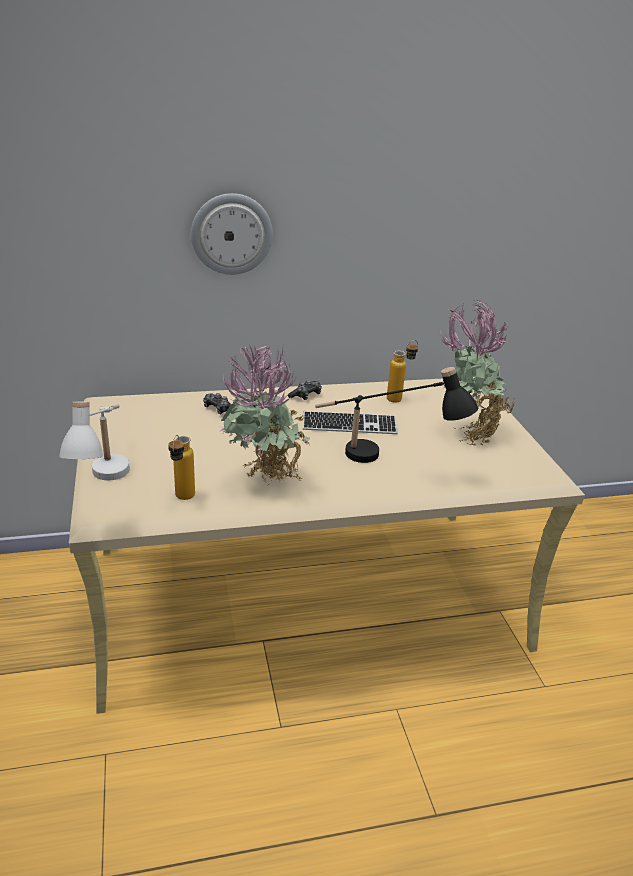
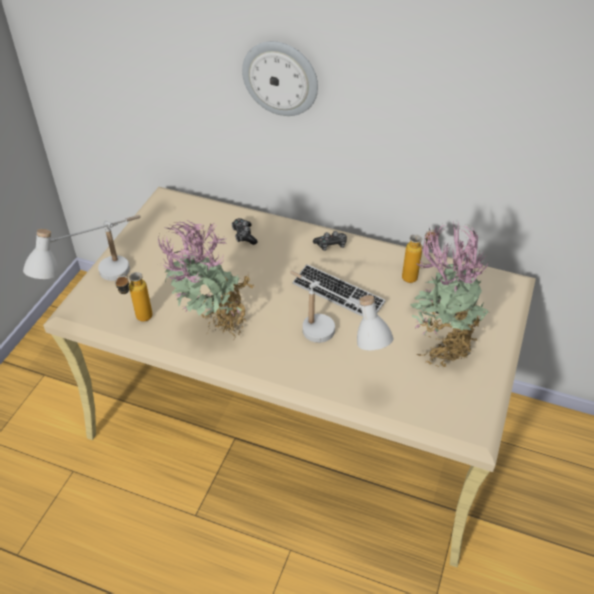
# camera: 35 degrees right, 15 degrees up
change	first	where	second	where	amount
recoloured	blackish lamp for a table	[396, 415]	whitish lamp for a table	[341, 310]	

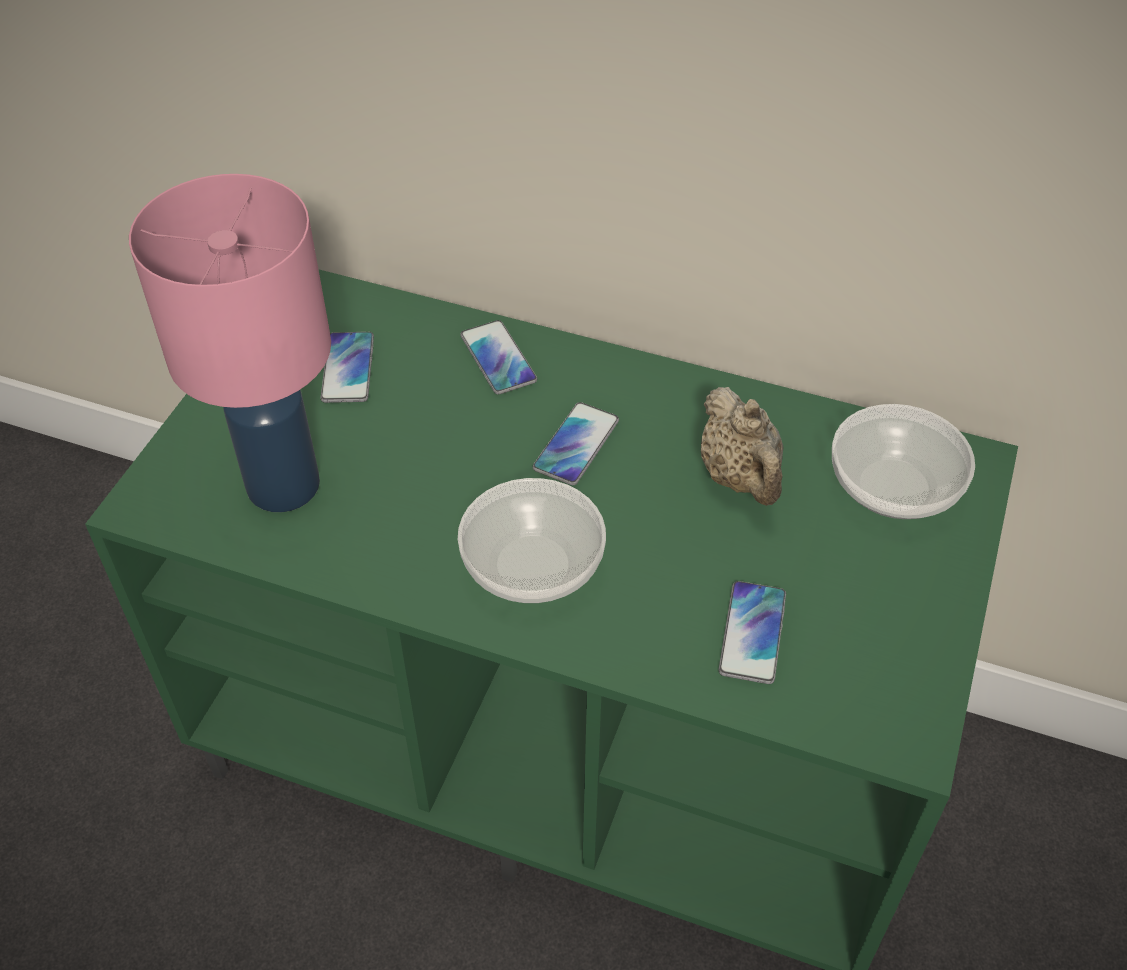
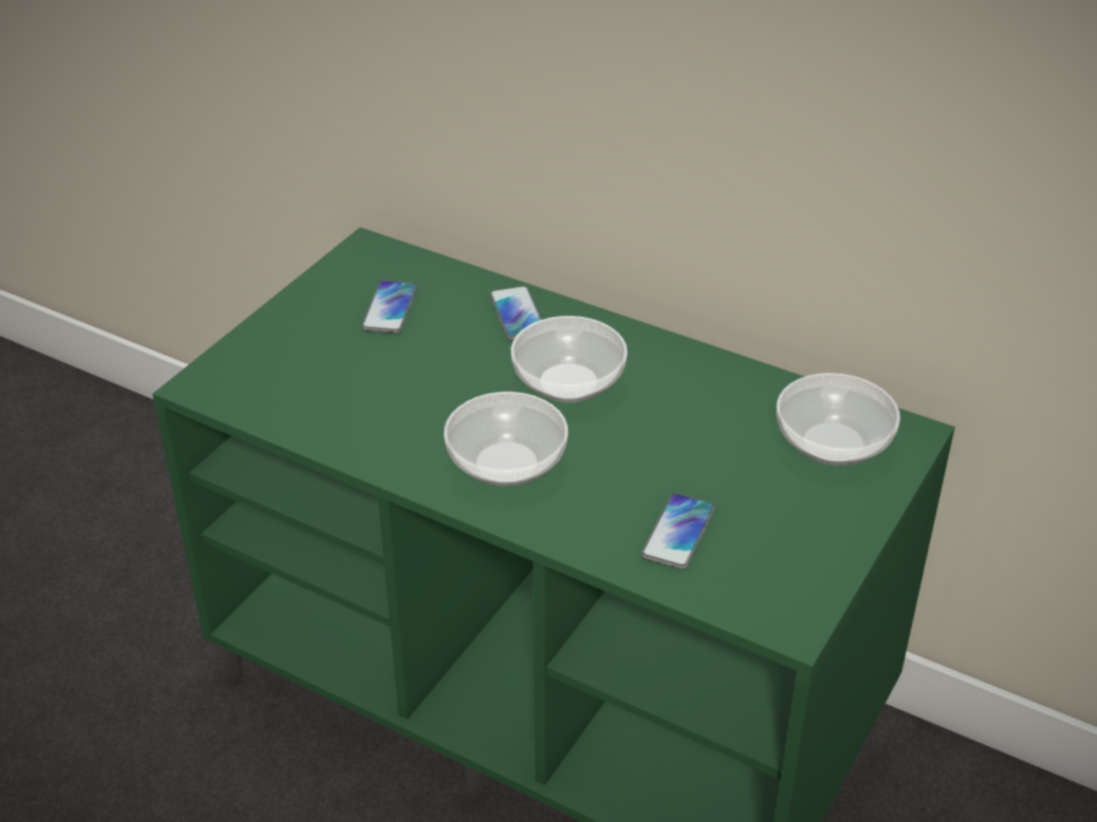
# camera: 10 degrees right, 10 degrees down
change	first	where	second	where	amount
replaced	telephone	[576, 443]	deep dish	[569, 359]	
removed	pink lamp for a table	[230, 343]			
removed	beige-coloured pot for tea	[742, 446]			

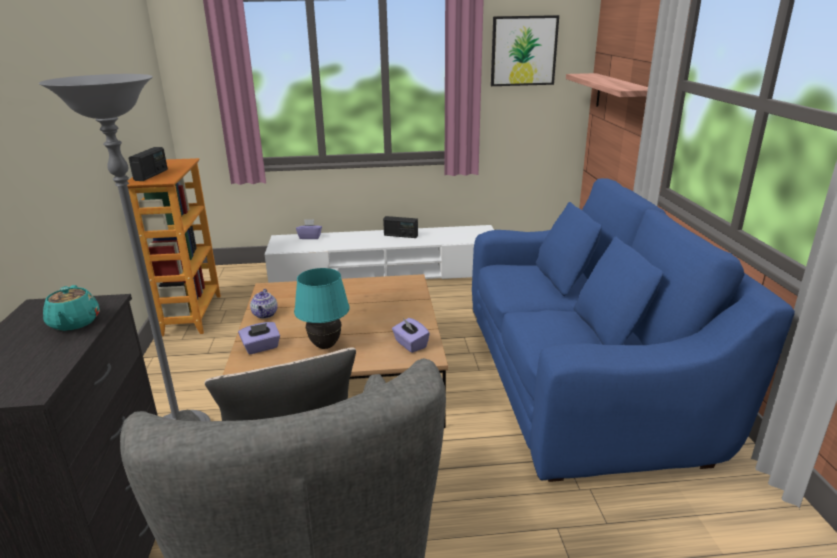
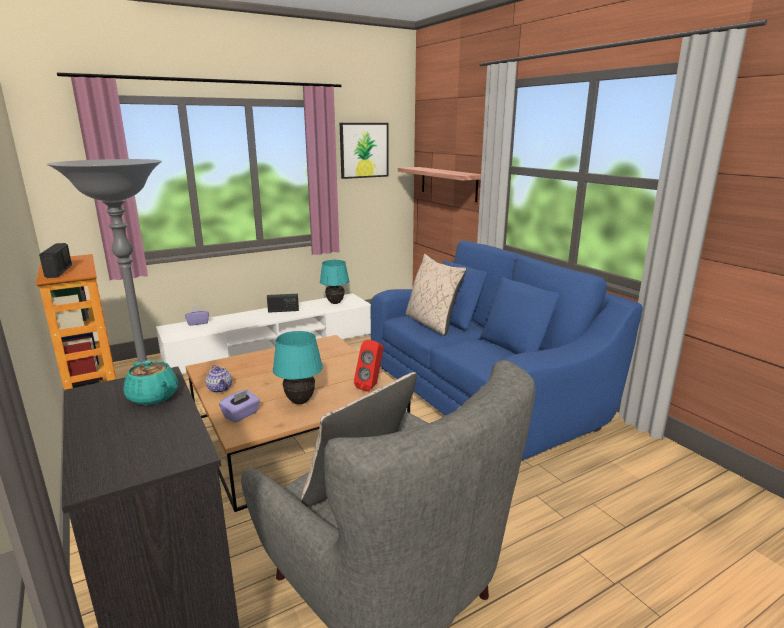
# camera: 25 degrees left, 5 degrees down
change	first	where	second	where	amount
added			turquoise-coloured lamp for a table	[334, 282]	
replaced	purple-coloured tissue holder	[411, 335]	red-coloured audio speaker	[369, 366]	
added			beige-coloured pillow	[436, 295]	

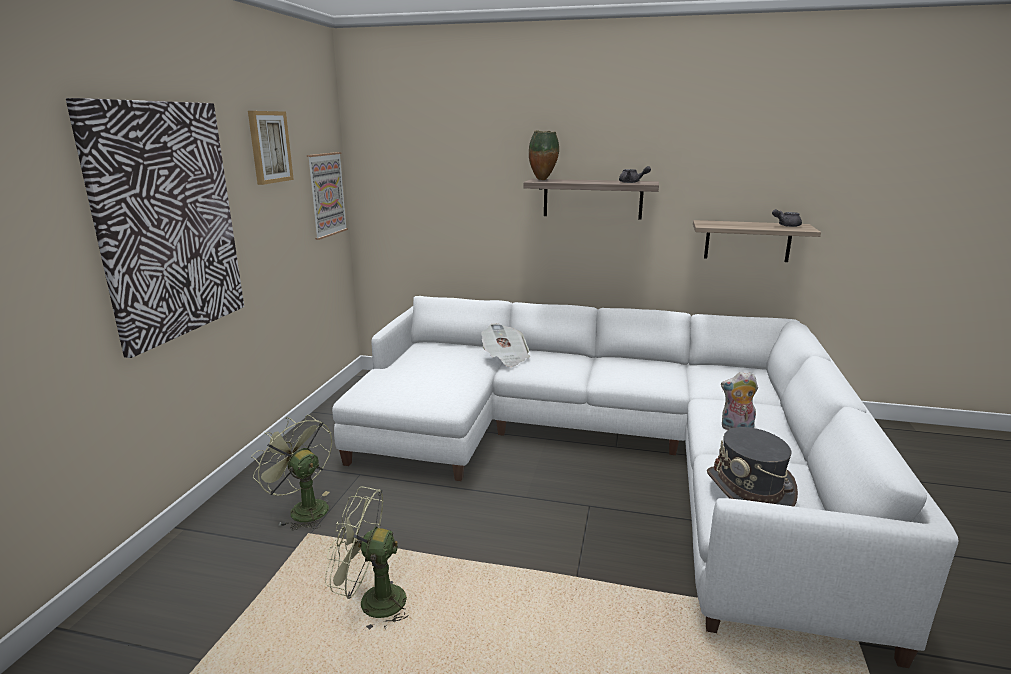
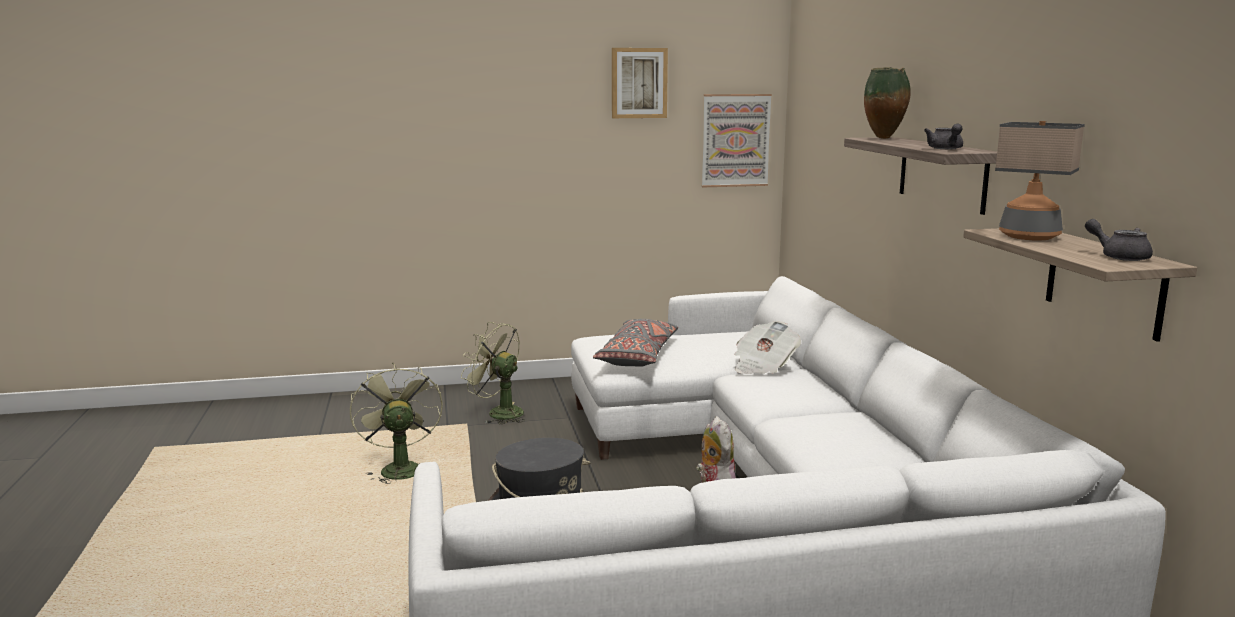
# camera: 65 degrees right, 5 degrees down
change	first	where	second	where	amount
turned	green-coloured electric fan	[291, 472]		[493, 373]	75 degrees counterclockwise
added			gray pillow	[635, 343]	
added			lamp for a table	[1040, 180]	
removed	wall picture	[155, 228]			

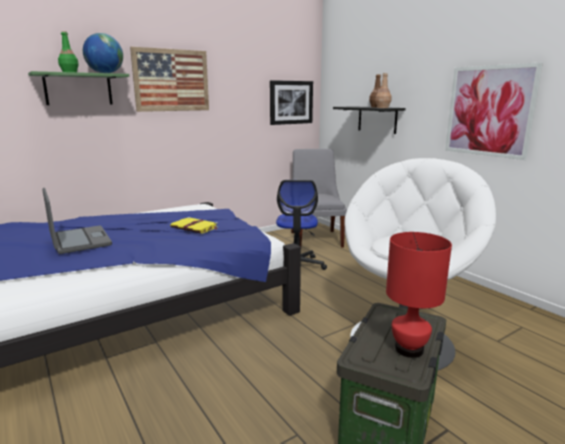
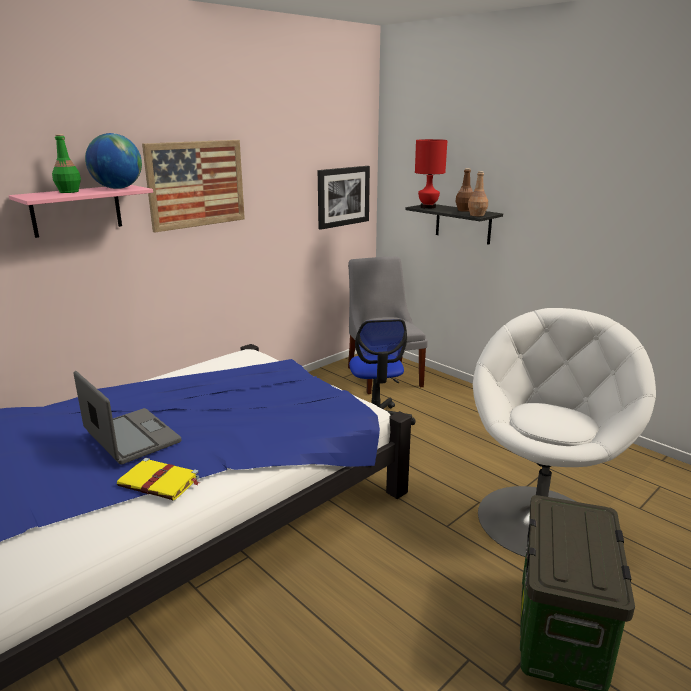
# camera: 10 degrees left, 5 degrees up
change	first	where	second	where	amount
recoloured	green-coloured bracket shelf	[78, 88]	pink bracket shelf	[81, 211]	
moved	yellow-coloured book	[194, 225]		[158, 479]	
moved	red-coloured lamp for a table	[419, 295]		[431, 174]	
removed	wall picture	[494, 111]			

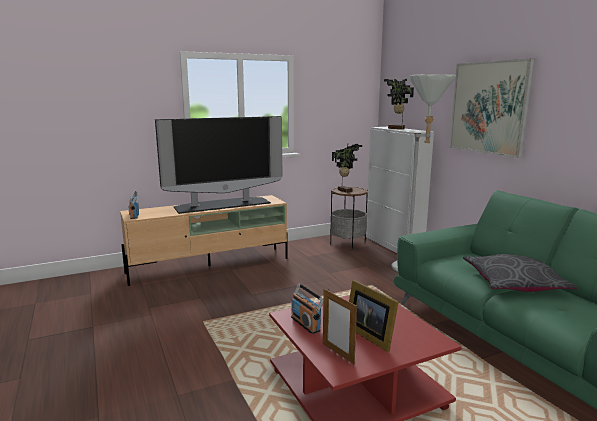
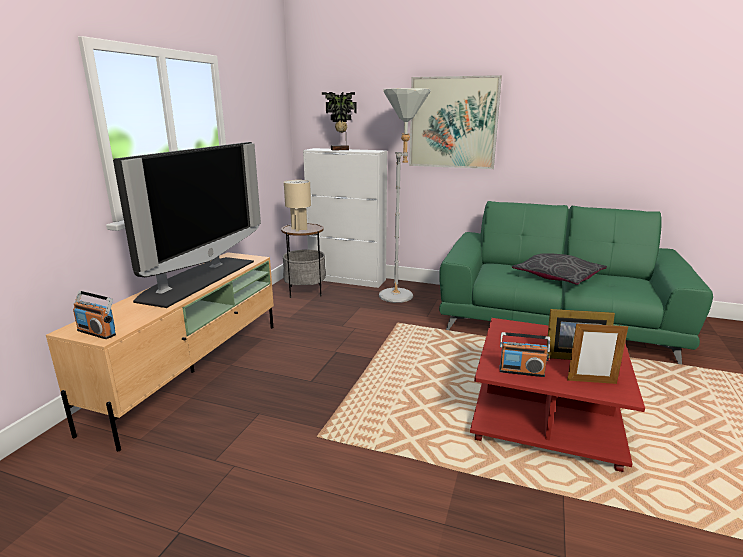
# camera: 45 degrees left, 5 degrees up
change	first	where	second	where	amount
replaced	houseplant	[347, 168]	beige-coloured lamp for a table	[297, 205]	

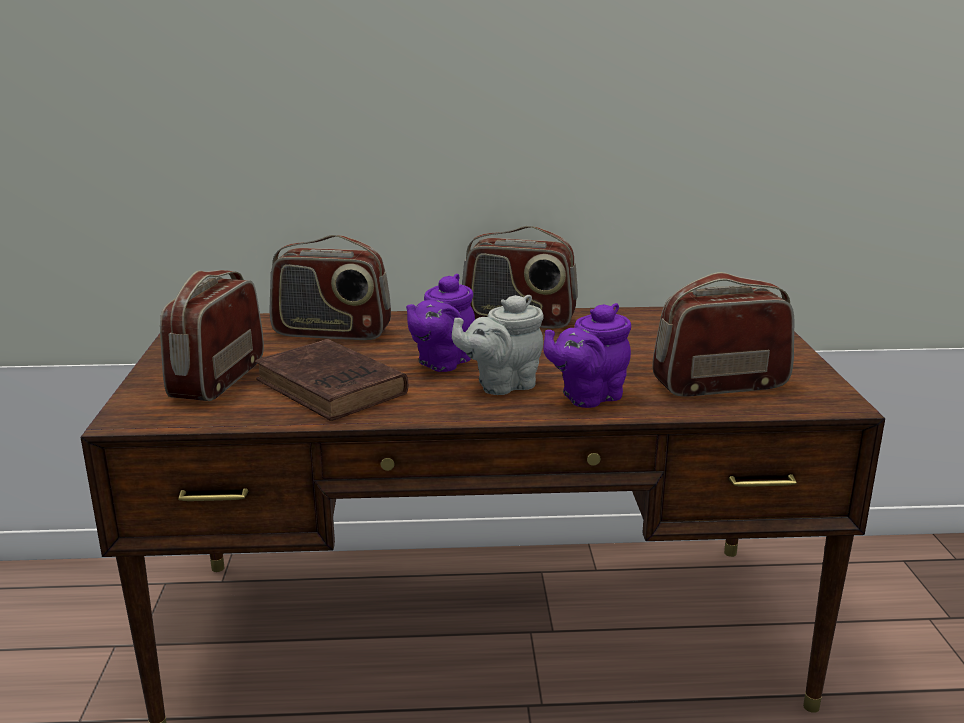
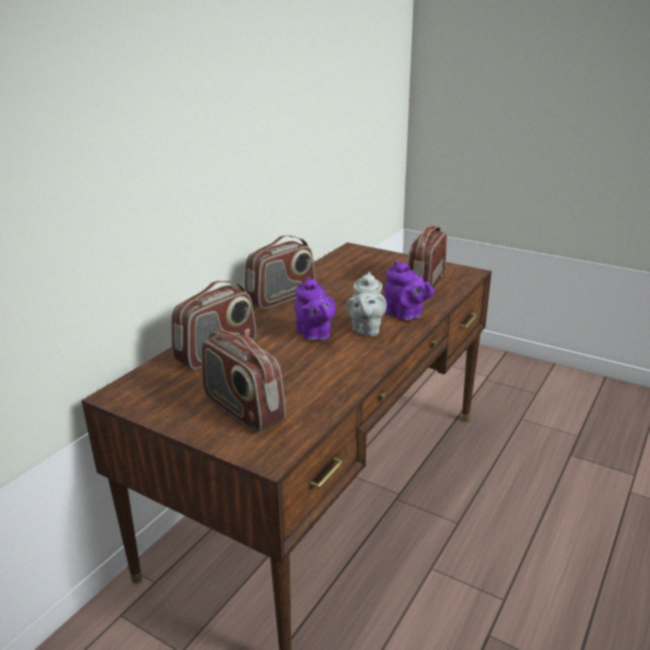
# camera: 55 degrees left, 5 degrees up
change	first	where	second	where	amount
turned	purple-coloured pot for tea	[587, 355]		[409, 291]	45 degrees counterclockwise
removed	brown-coloured book	[331, 380]			

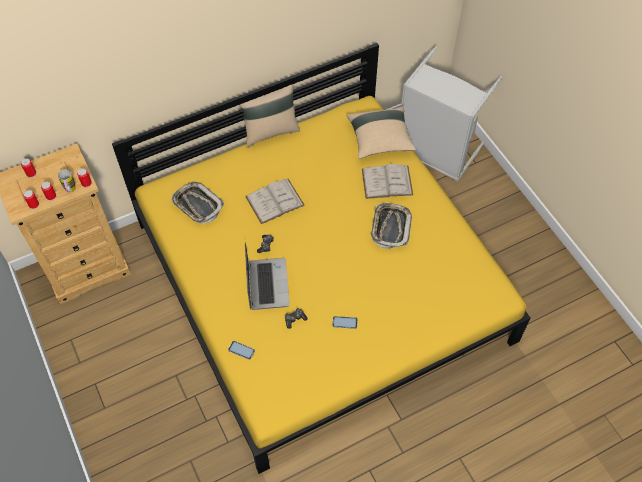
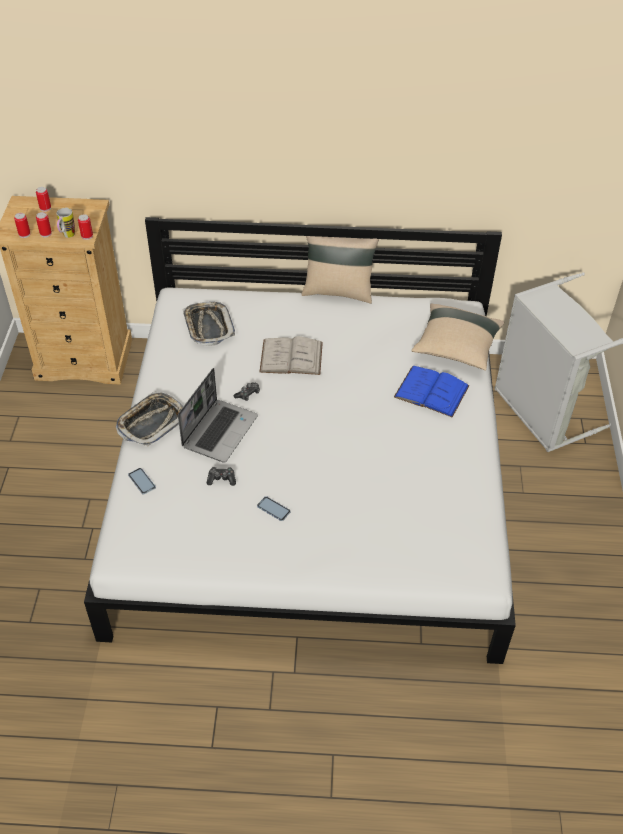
# camera: 30 degrees right, 10 degrees down
change	first	where	second	where	amount
recoloured	yellow-coloured bedroom bed	[321, 258]	whitish bedroom bed	[300, 440]	
moved	carrying tray	[391, 226]		[149, 419]	
recoloured	whitish book	[387, 181]	blue book	[431, 392]	

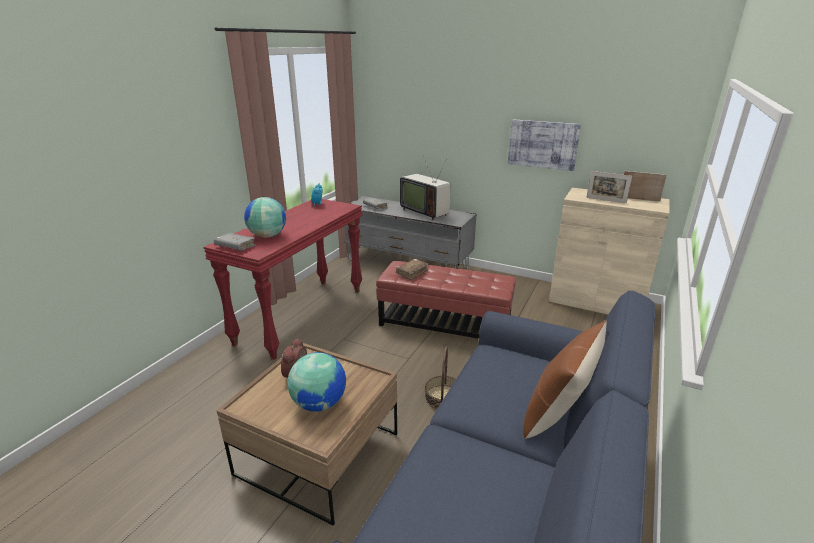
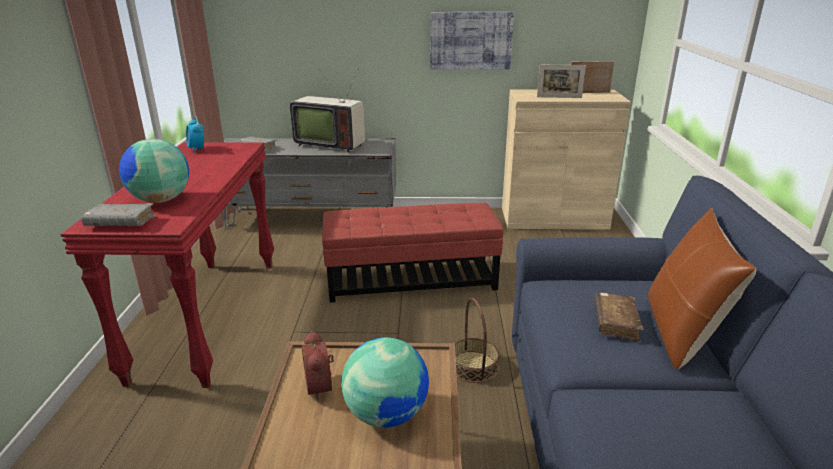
# camera: 25 degrees left, 0 degrees up
change	first	where	second	where	amount
moved	brown-coloured book	[412, 269]		[619, 317]	

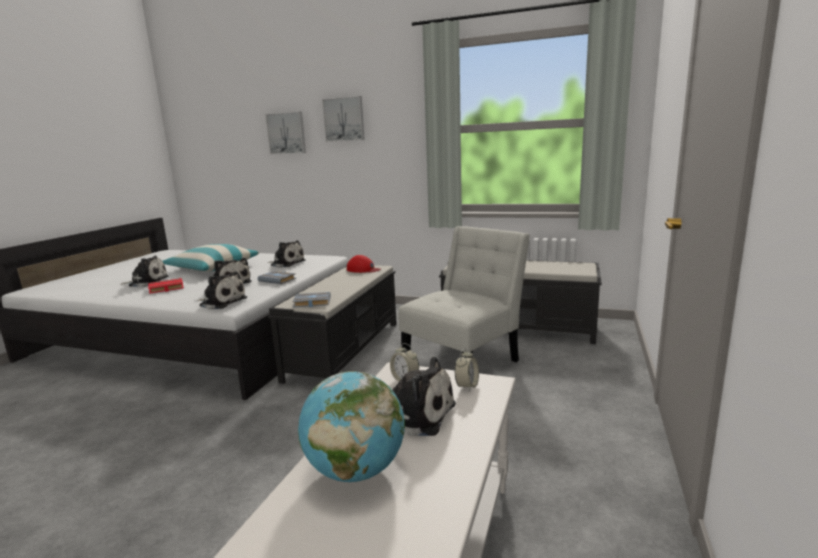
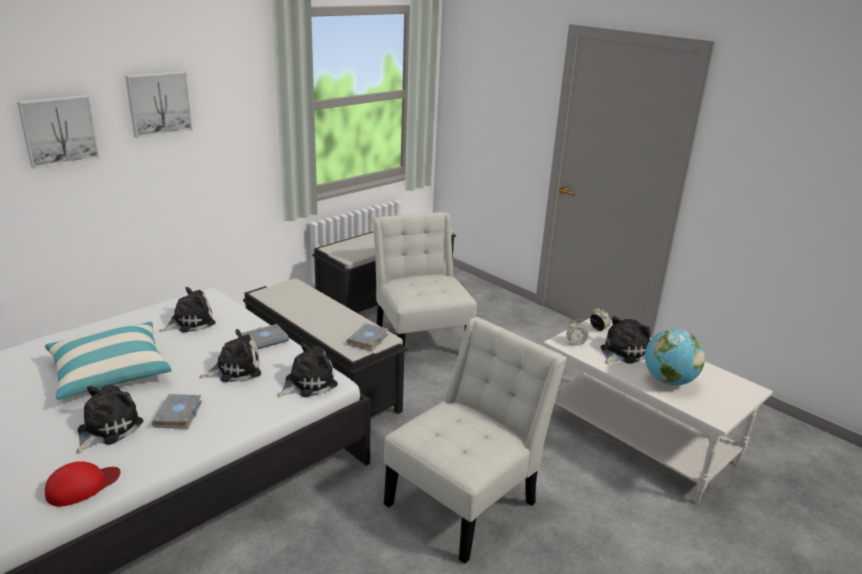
# camera: 65 degrees left, 10 degrees up
change	first	where	second	where	amount
moved	red-coloured cap	[364, 264]		[82, 484]	
recoloured	red-coloured book	[166, 286]	gray book	[177, 411]	
added			whitish chair	[475, 440]	

